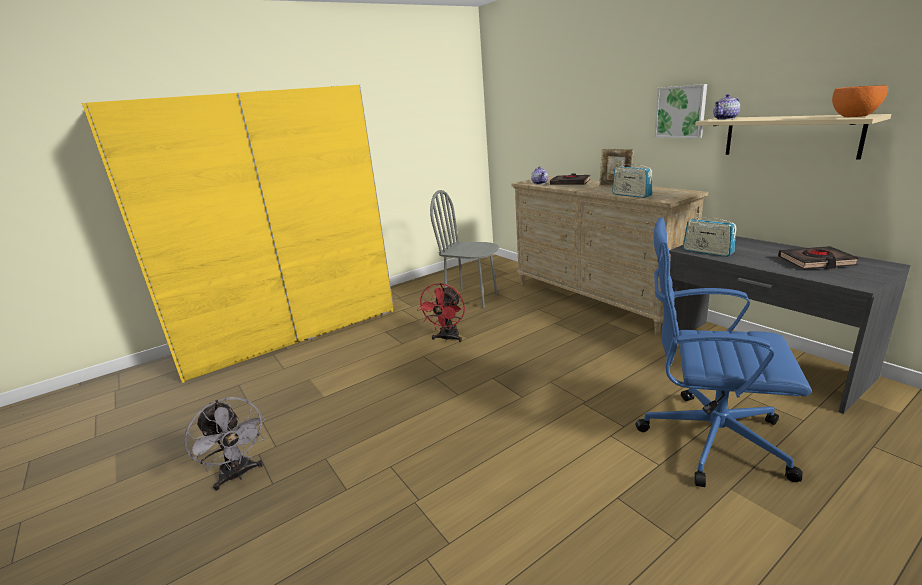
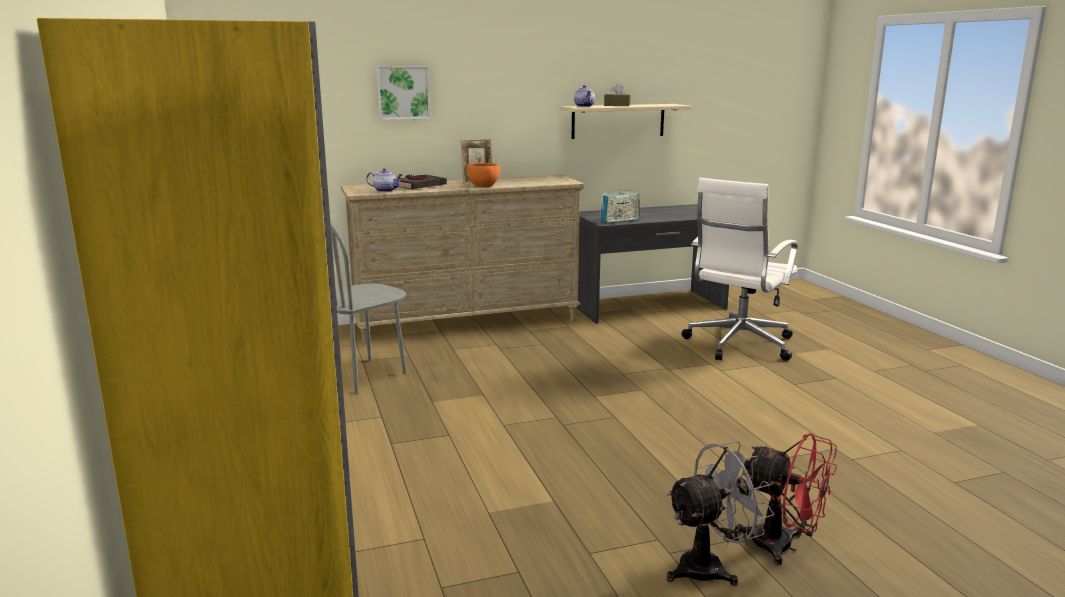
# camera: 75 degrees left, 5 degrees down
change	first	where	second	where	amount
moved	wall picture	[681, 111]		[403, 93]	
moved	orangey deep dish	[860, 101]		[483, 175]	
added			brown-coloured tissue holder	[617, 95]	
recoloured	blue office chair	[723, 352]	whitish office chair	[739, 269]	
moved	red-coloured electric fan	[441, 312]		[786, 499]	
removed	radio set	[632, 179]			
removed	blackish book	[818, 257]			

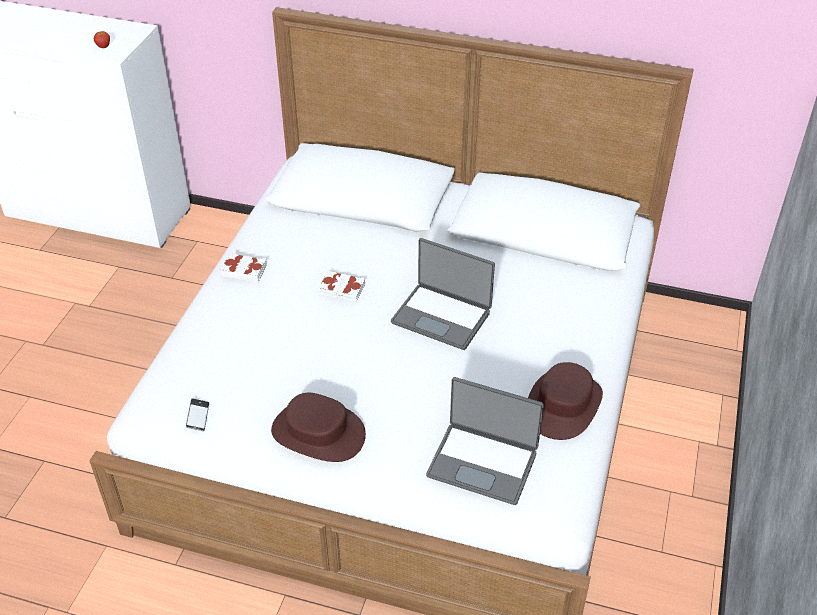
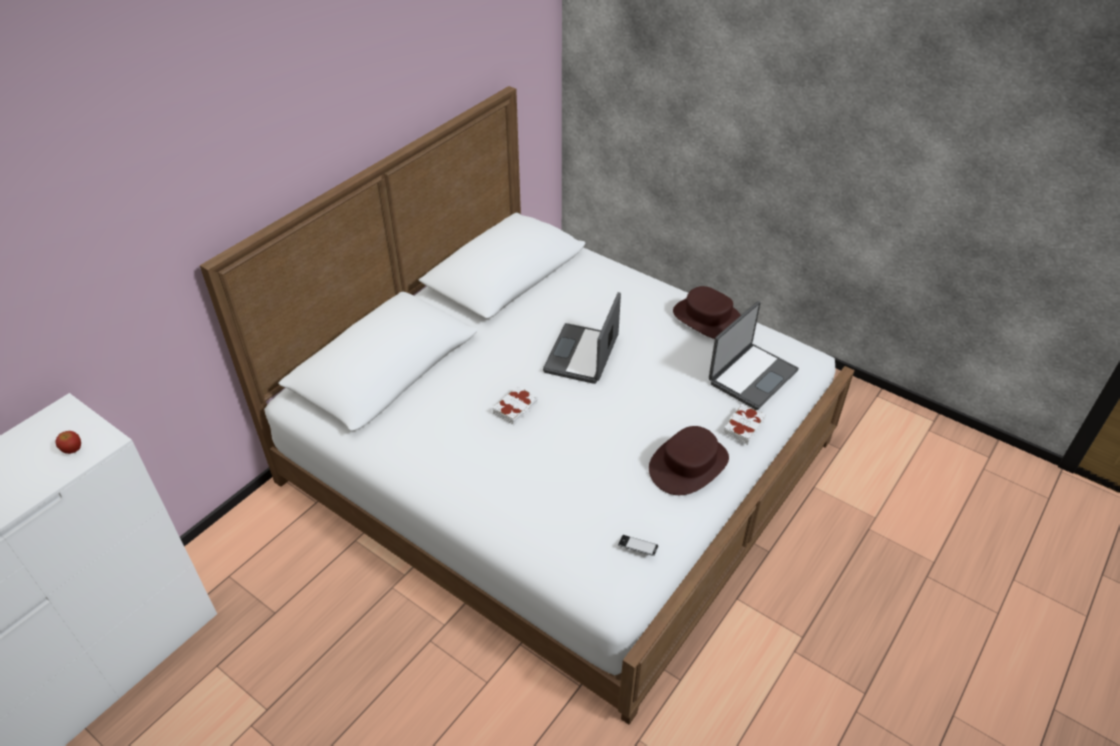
# camera: 70 degrees left, 0 degrees up
change	first	where	second	where	amount
turned	laptop	[443, 294]		[582, 338]	150 degrees clockwise
moved	whitish book	[243, 267]		[744, 424]	

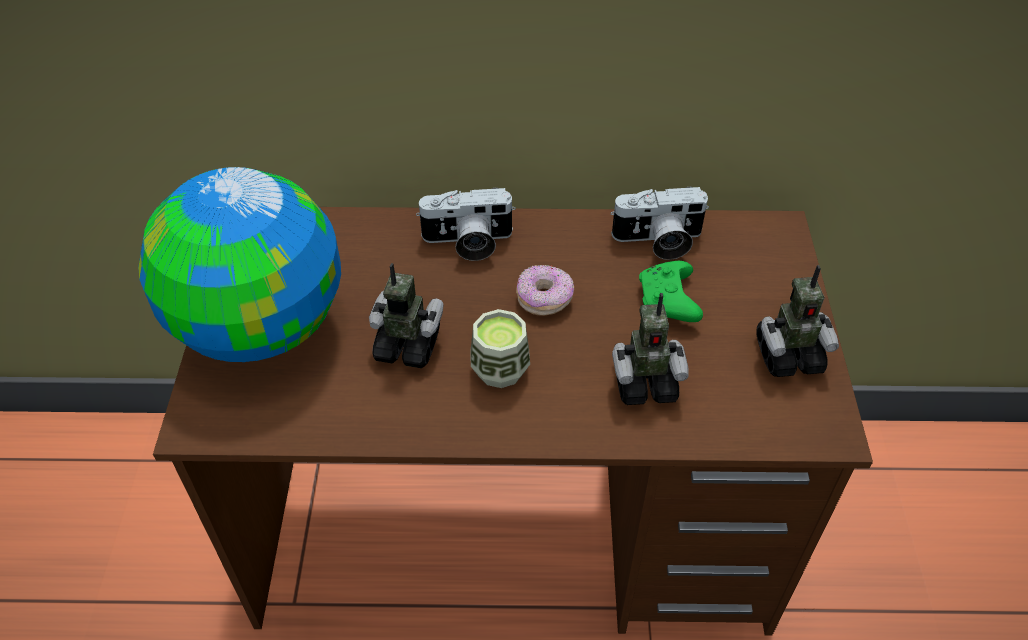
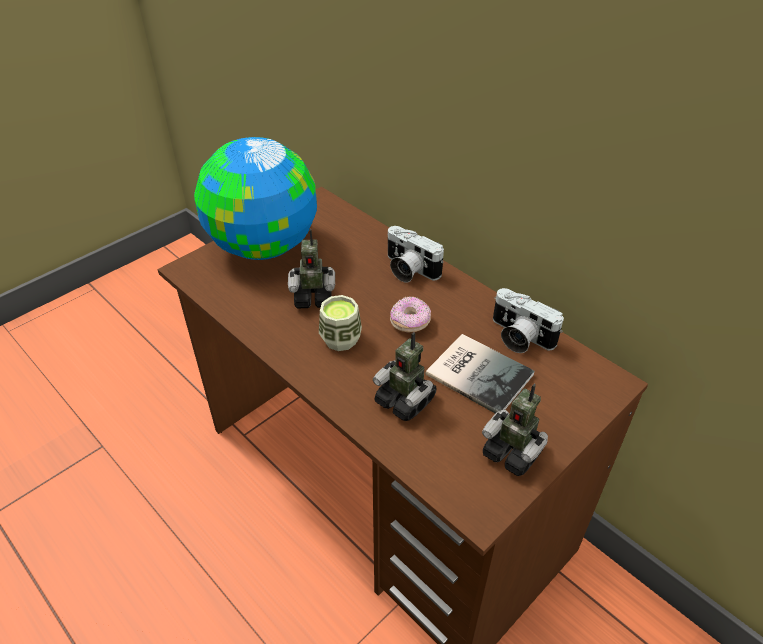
# camera: 45 degrees right, 5 degrees down
change	first	where	second	where	amount
turned	toy robot	[406, 315]		[311, 268]	120 degrees clockwise
replaced	green-coloured game controller	[671, 291]	book	[480, 373]	

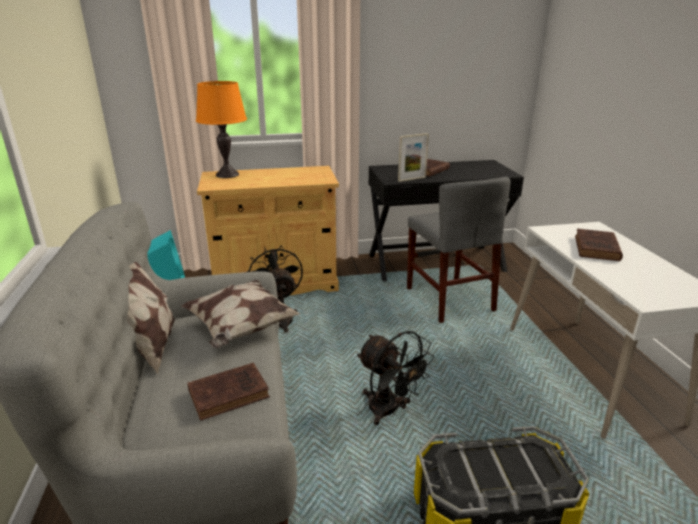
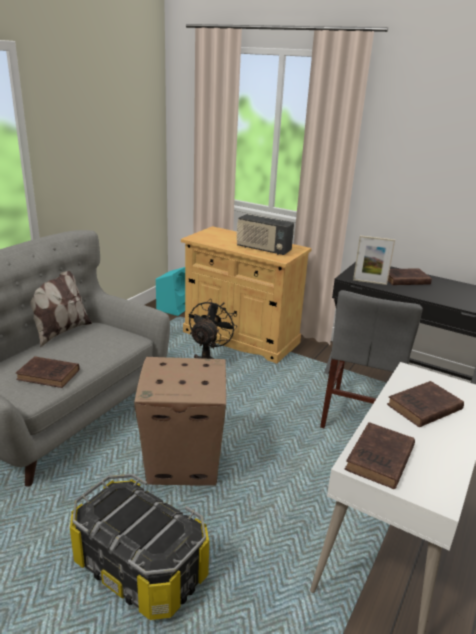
# camera: 40 degrees right, 0 degrees up
change	first	where	second	where	amount
replaced	blackish electric fan	[396, 378]	carton	[180, 421]	
added			radio set	[265, 234]	
added			brown-coloured book	[380, 455]	
removed	pillow	[241, 314]			
removed	orangey lamp for a table	[221, 129]			

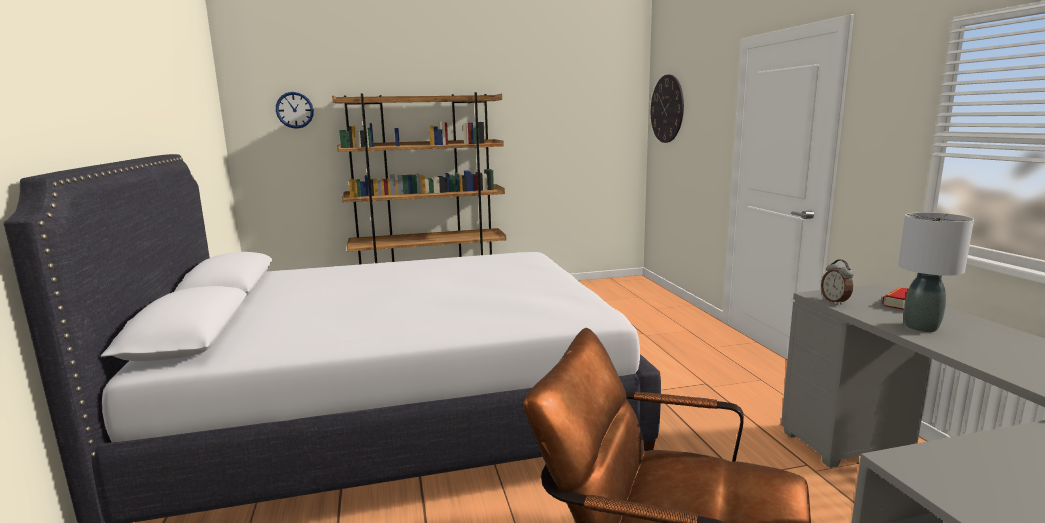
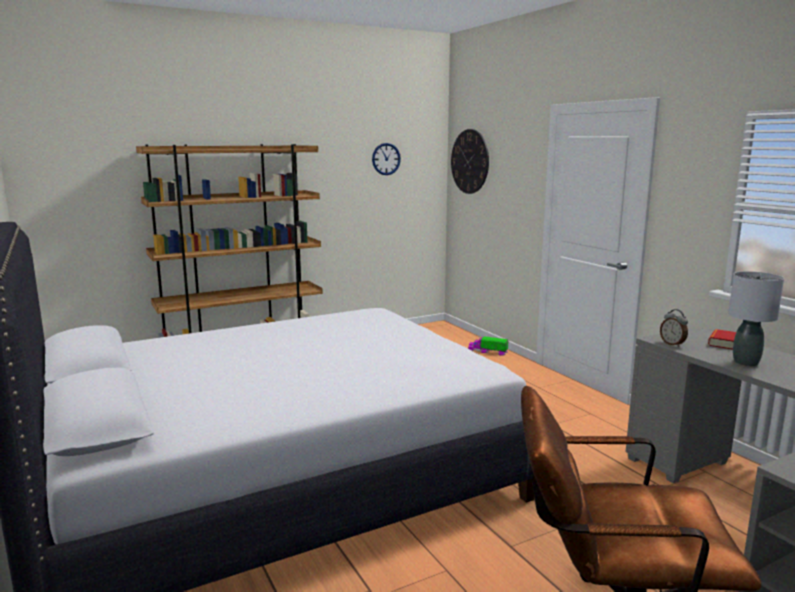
# camera: 15 degrees left, 0 degrees up
change	first	where	second	where	amount
moved	hanging clock	[295, 110]		[386, 159]	
added			model truck	[488, 346]	

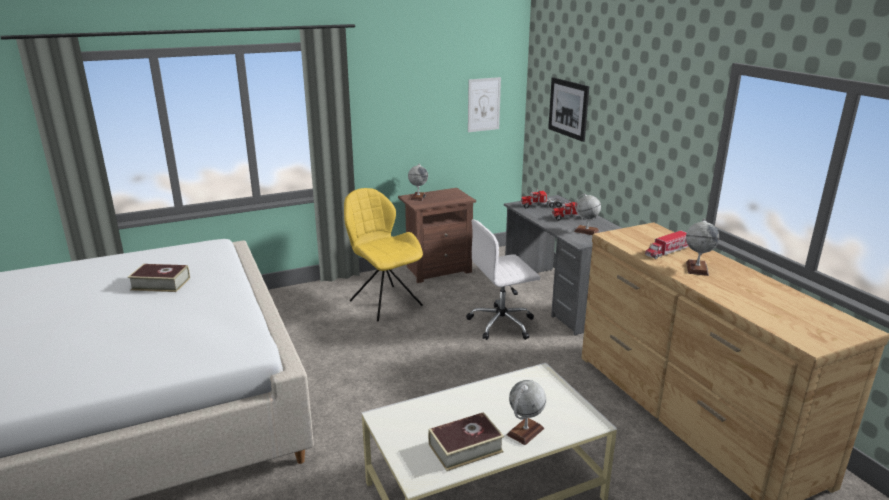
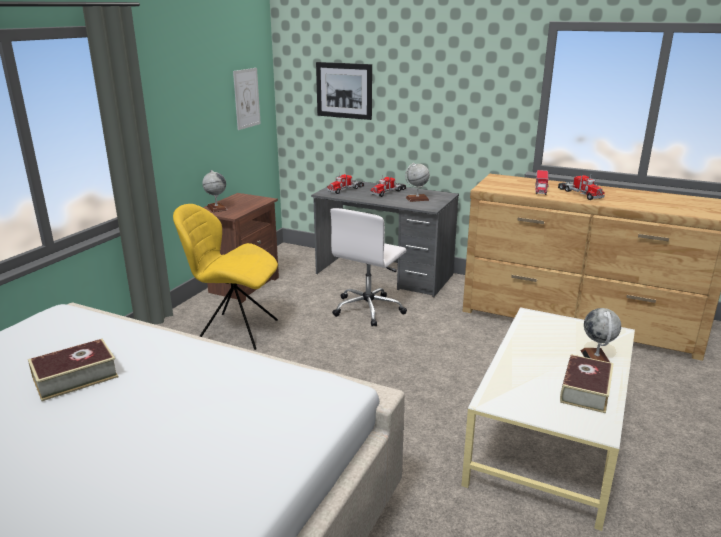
# camera: 40 degrees left, 0 degrees up
change	first	where	second	where	amount
replaced	world globe	[702, 247]	model truck	[581, 186]	

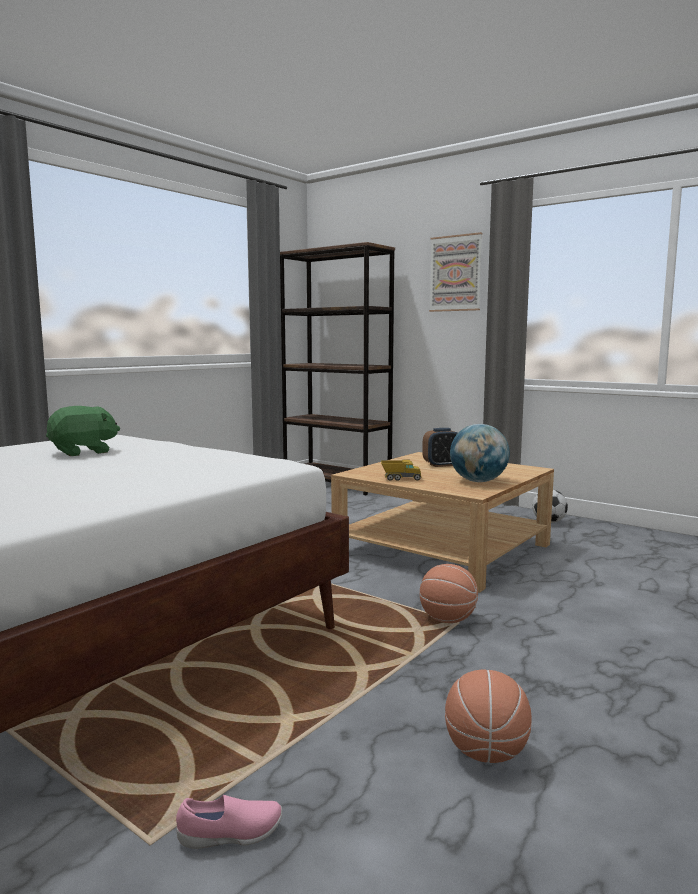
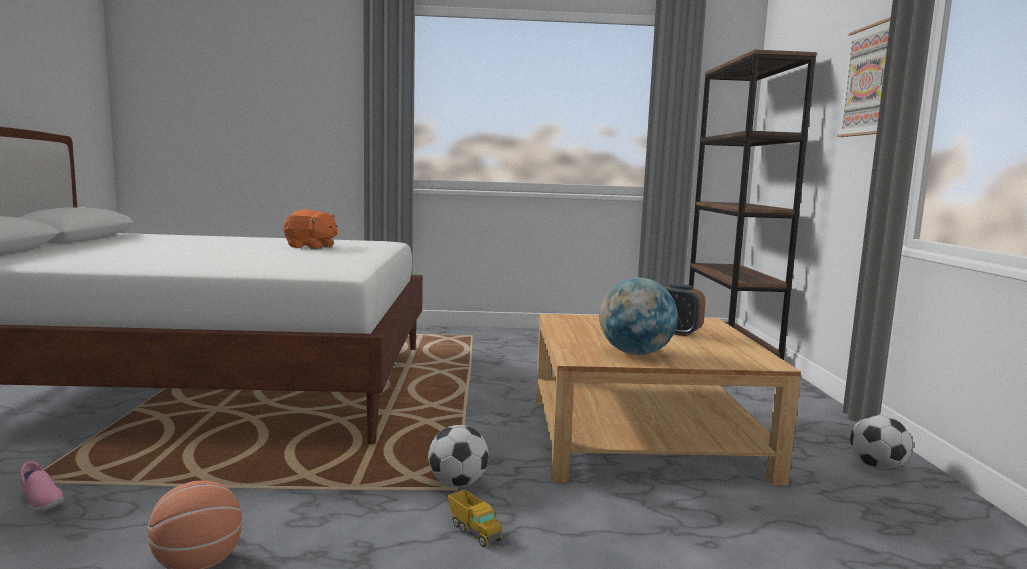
# camera: 50 degrees right, 0 degrees up
change	first	where	second	where	amount
recoloured	green-coloured soft toy	[83, 431]	orangey soft toy	[311, 229]	
replaced	basketball ball	[449, 593]	football	[458, 456]	
moved	model truck	[401, 470]		[475, 518]	

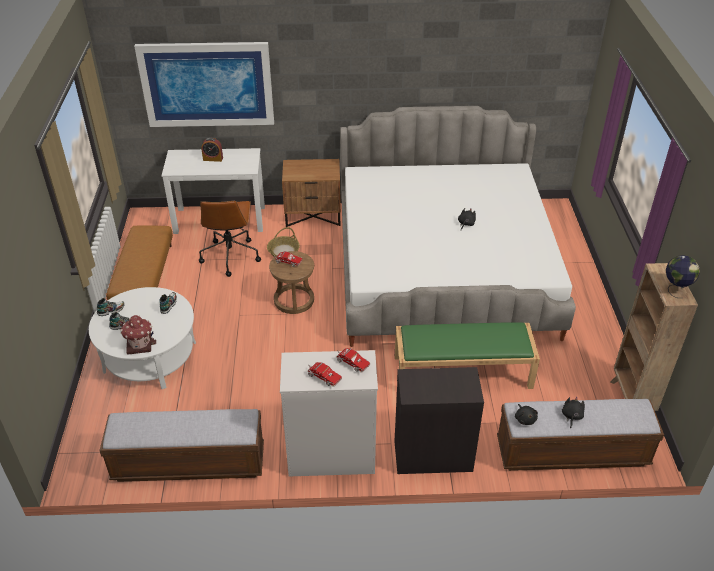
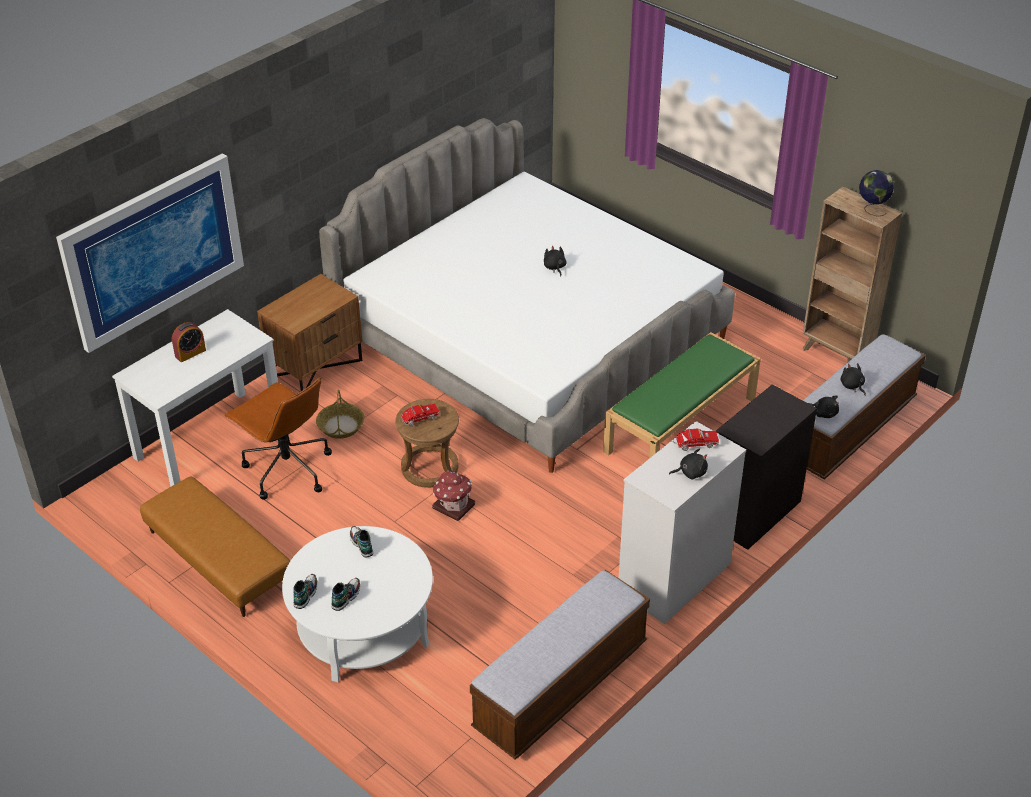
# camera: 45 degrees left, 0 degrees up
change	first	where	second	where	amount
moved	toy house	[138, 335]		[453, 496]	
replaced	model truck	[325, 374]	blackish soft toy	[688, 463]	

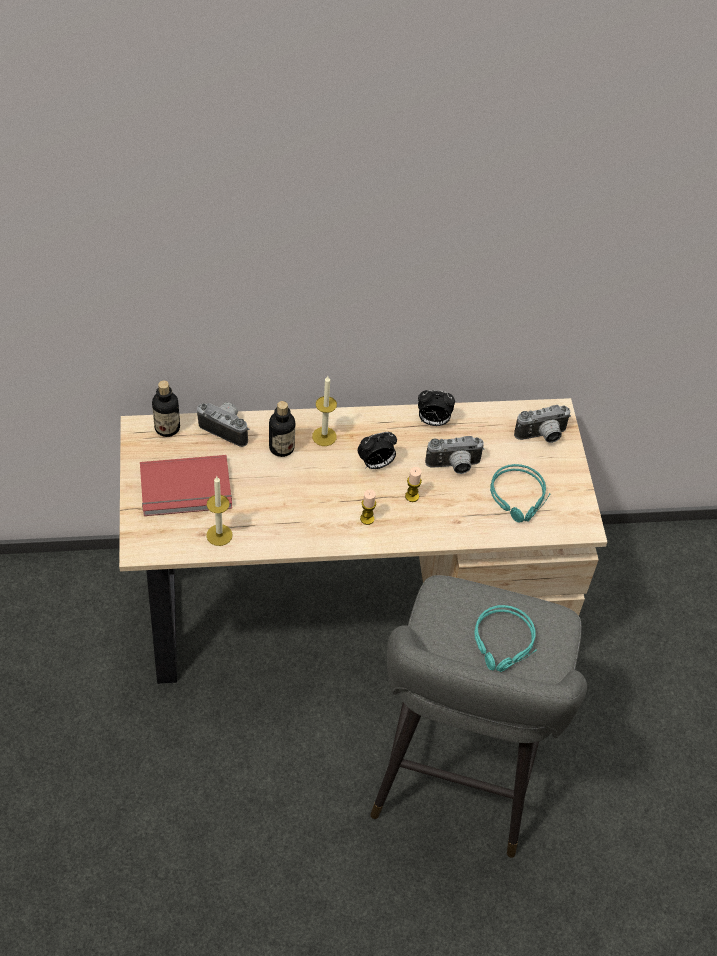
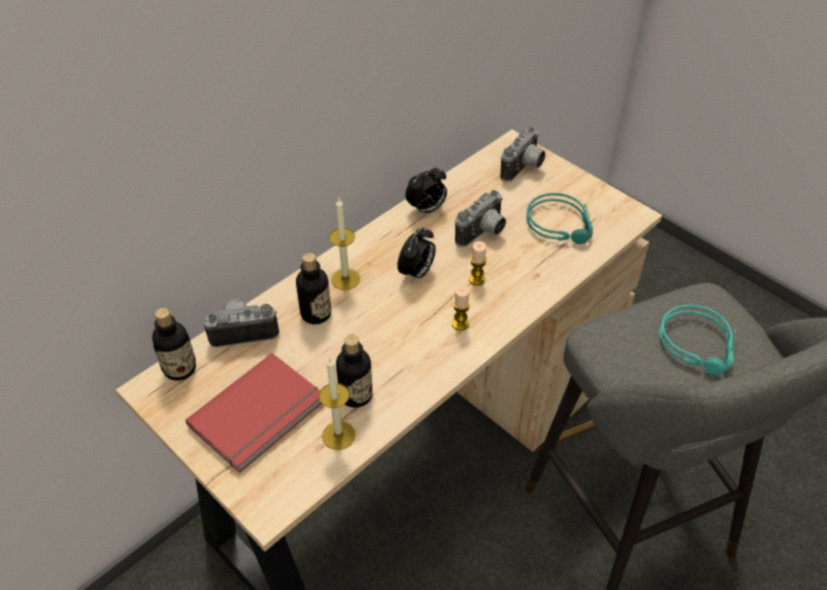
# camera: 35 degrees left, 5 degrees down
change	first	where	second	where	amount
added			bottle	[354, 371]	

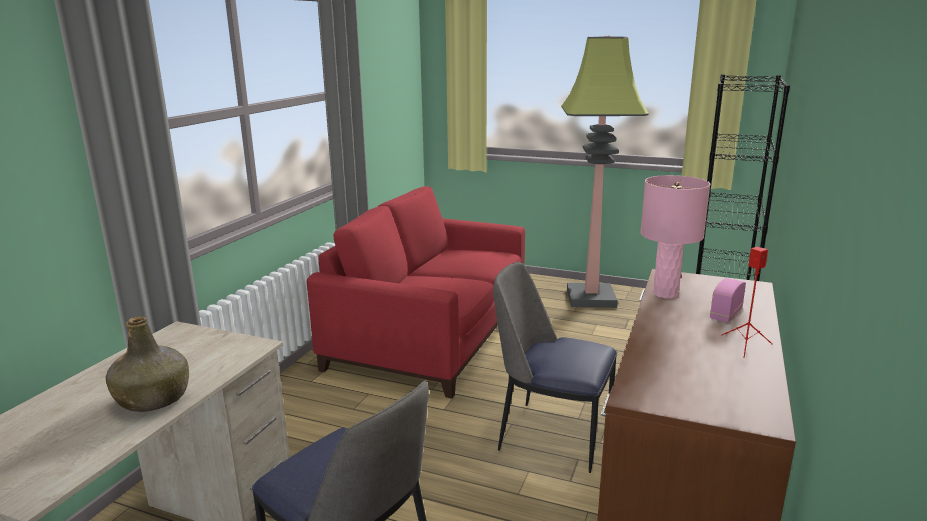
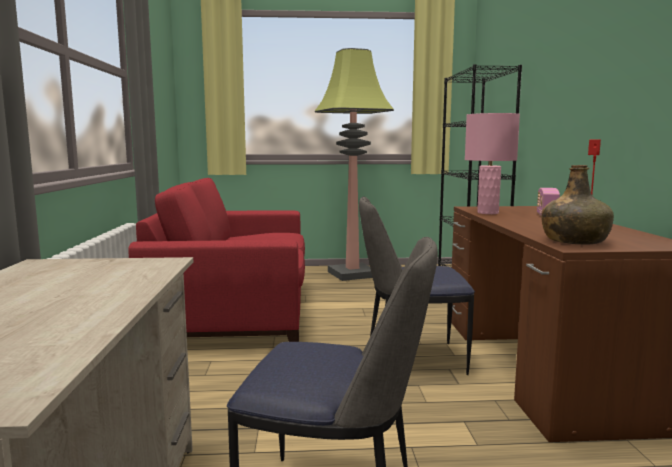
# camera: 25 degrees left, 10 degrees down
change	first	where	second	where	amount
moved	green-coloured bottle	[147, 364]		[577, 204]	

